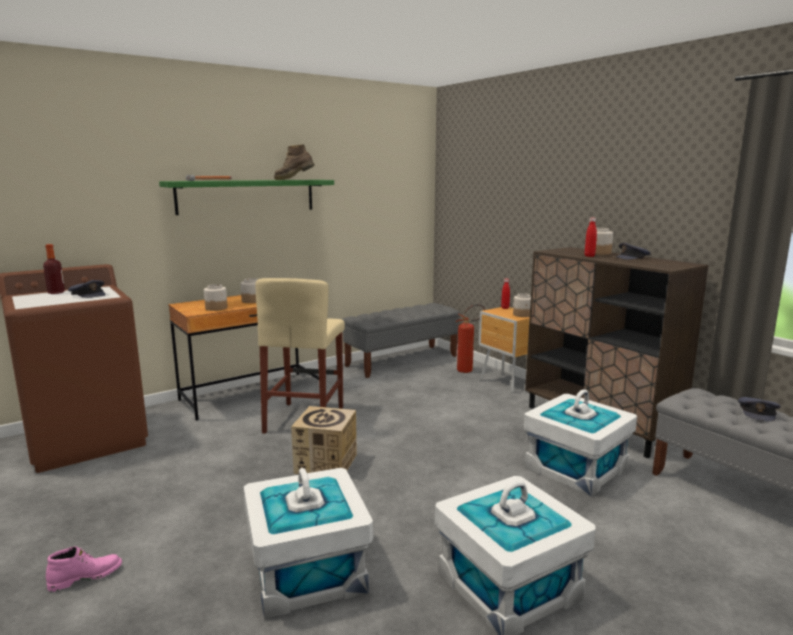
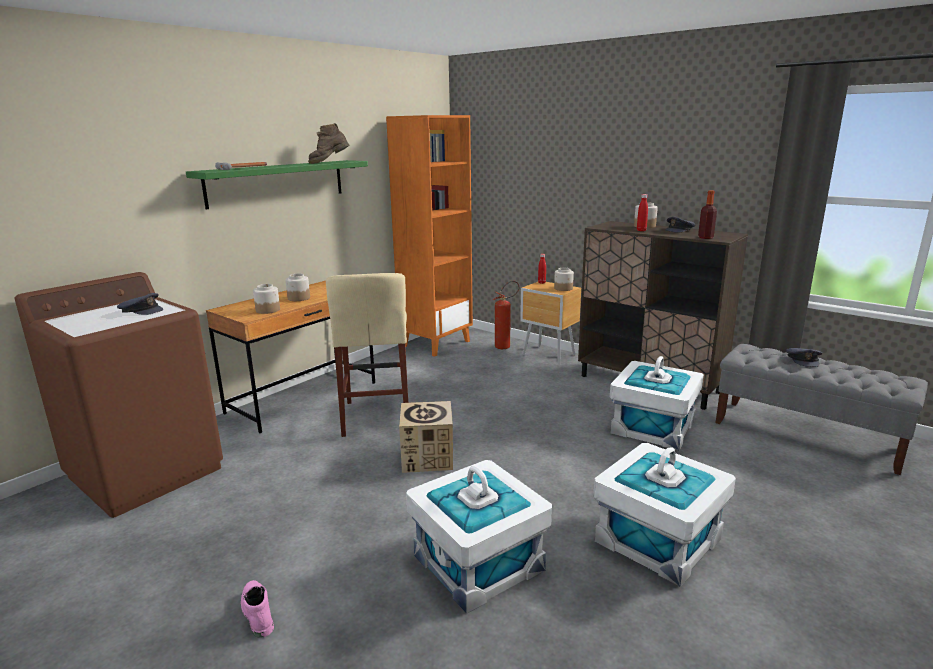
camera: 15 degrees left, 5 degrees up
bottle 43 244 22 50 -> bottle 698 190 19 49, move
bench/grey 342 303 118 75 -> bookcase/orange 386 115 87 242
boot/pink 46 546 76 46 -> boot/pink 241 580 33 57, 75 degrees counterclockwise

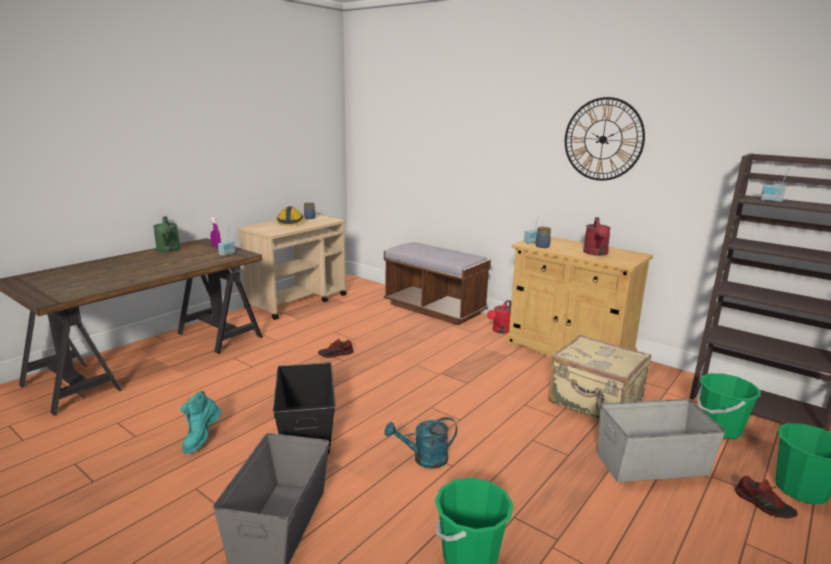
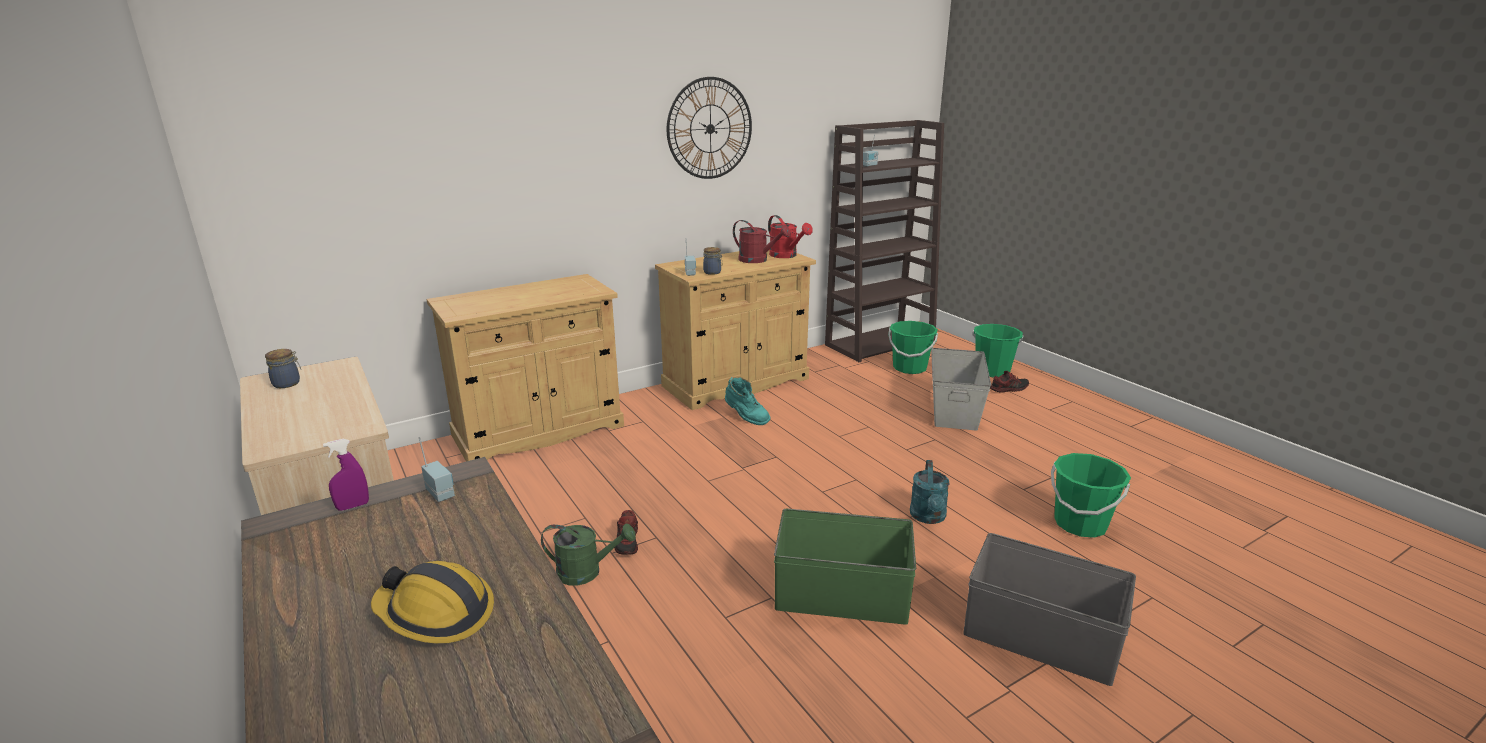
camera: 70 degrees left, 5 degrees up
hard hat 276 206 29 20 -> hard hat 371 561 123 83, move
watering can/green 153 217 28 36 -> watering can/green 541 524 95 62, move
bench/brown 384 242 107 83 -> cabinet/beige 426 274 198 188
watering can/red 487 300 24 34 -> watering can/red 768 215 45 43, move
suitcase/beige 549 334 102 85 -> none
storage box/black 273 362 63 92 -> storage box/green 774 509 142 116
boot/turquoise 180 391 42 63 -> boot/turquoise 725 377 46 48, move

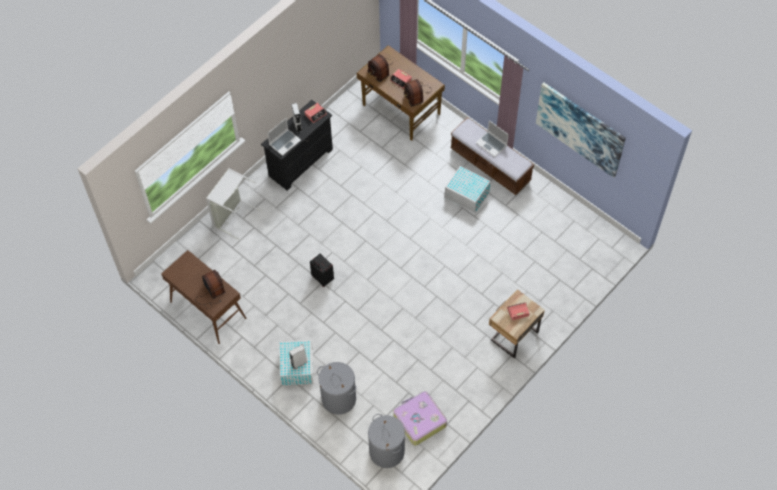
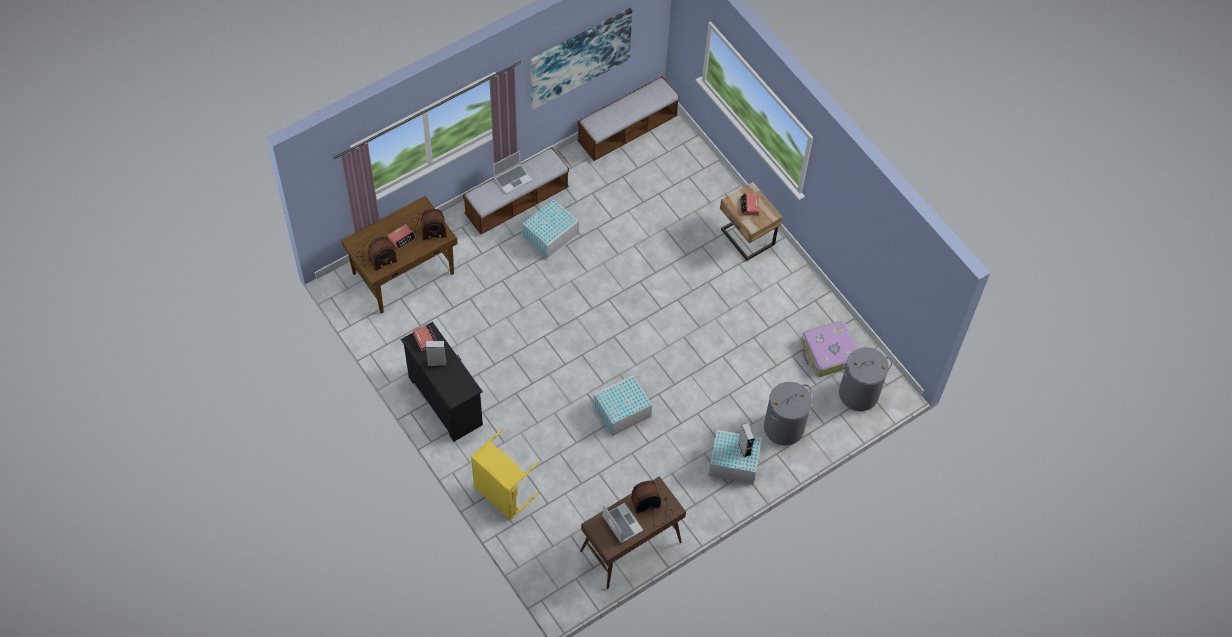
camera: 80 degrees left, 0 degrees up
laptop 267 118 34 38 -> laptop 602 503 41 40, move
laundry basket/grey 206 168 56 72 -> laundry basket/yellow 471 429 70 91
suitcase/black 310 254 24 33 -> storage box/white 594 375 58 61
none -> bench 577 76 103 85

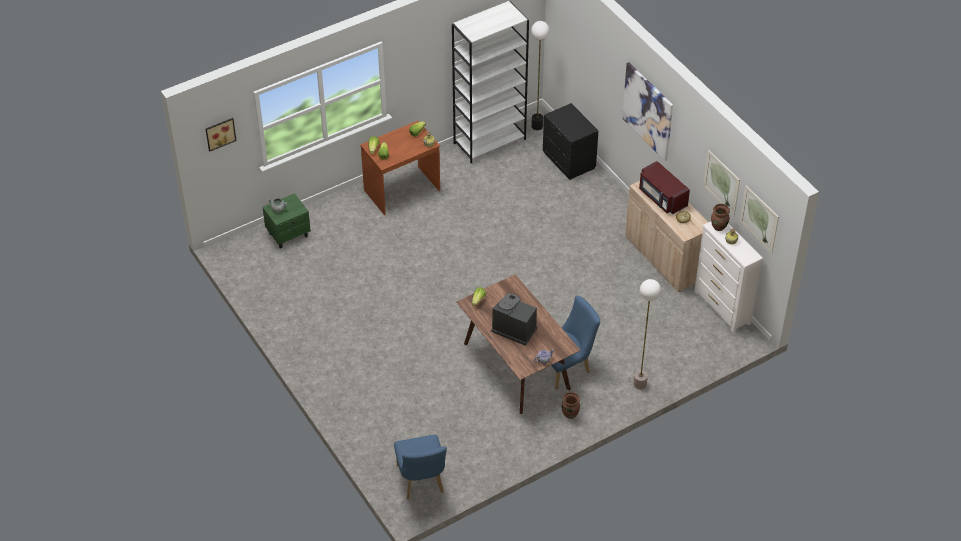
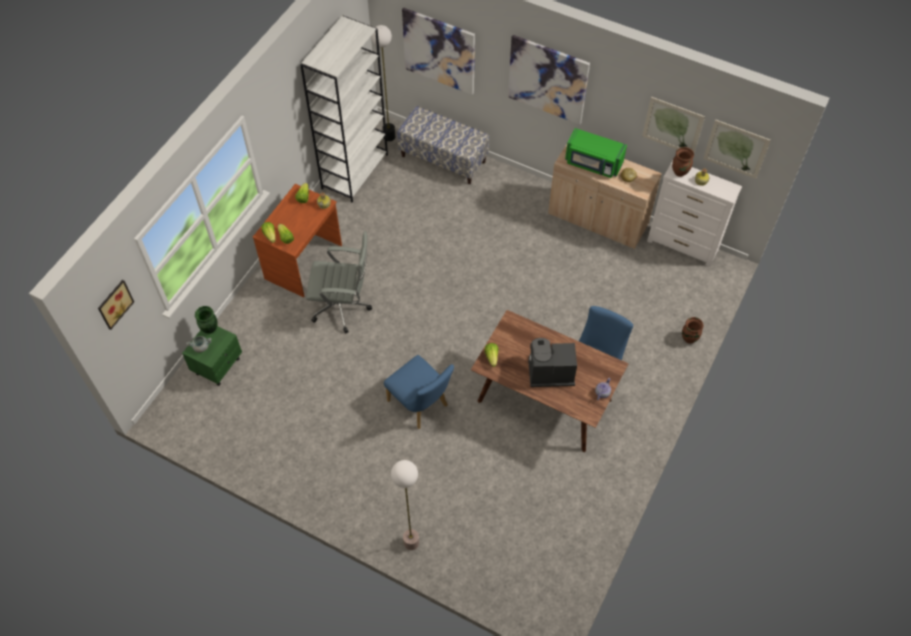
camera: 30 degrees left, 10 degrees up
nightstand/black 543 103 55 77 -> bench 397 106 92 78
microwave/red 639 161 51 53 -> microwave/green 565 128 62 50
floor lamp 633 279 28 111 -> floor lamp 391 460 28 90, move
vase/brown 562 392 18 27 -> vase/brown 682 317 22 26, move
chair/blue 394 434 53 65 -> chair/blue 384 355 70 74, move
none -> picture 402 8 73 87
none -> office chair/grey 306 231 66 102
none -> vase/green 195 306 23 28

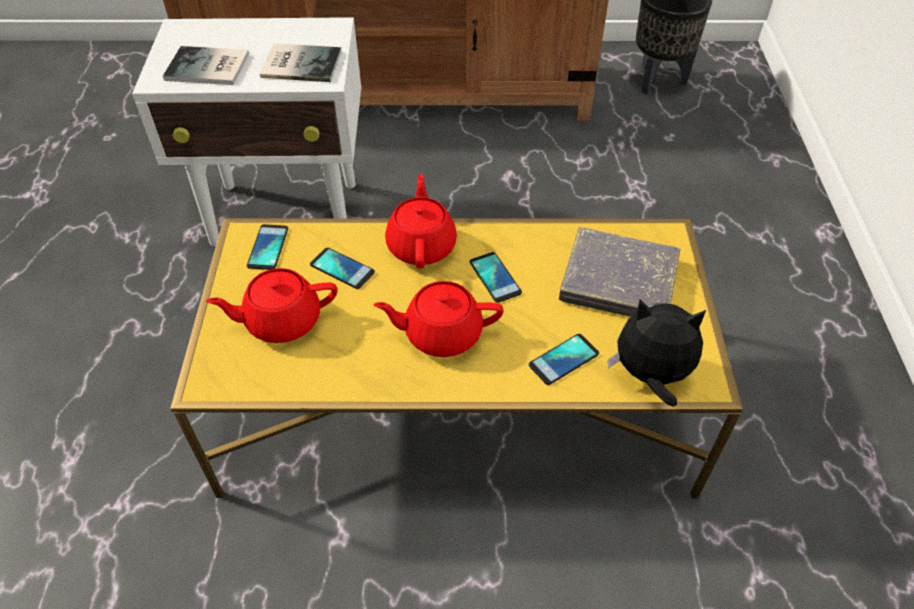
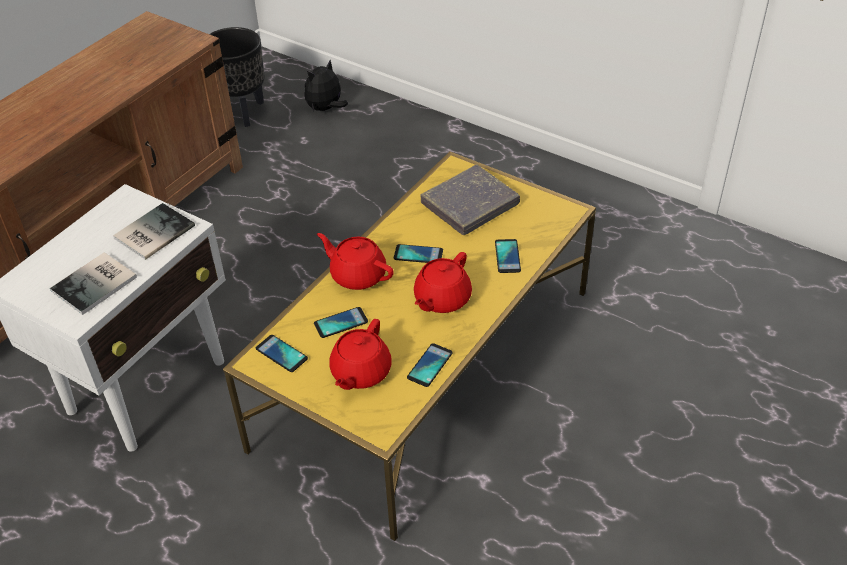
camera: 55 degrees left, 5 degrees down
plush toy 608 299 98 108 -> plush toy 304 60 44 51, move
none -> phone 407 343 46 44

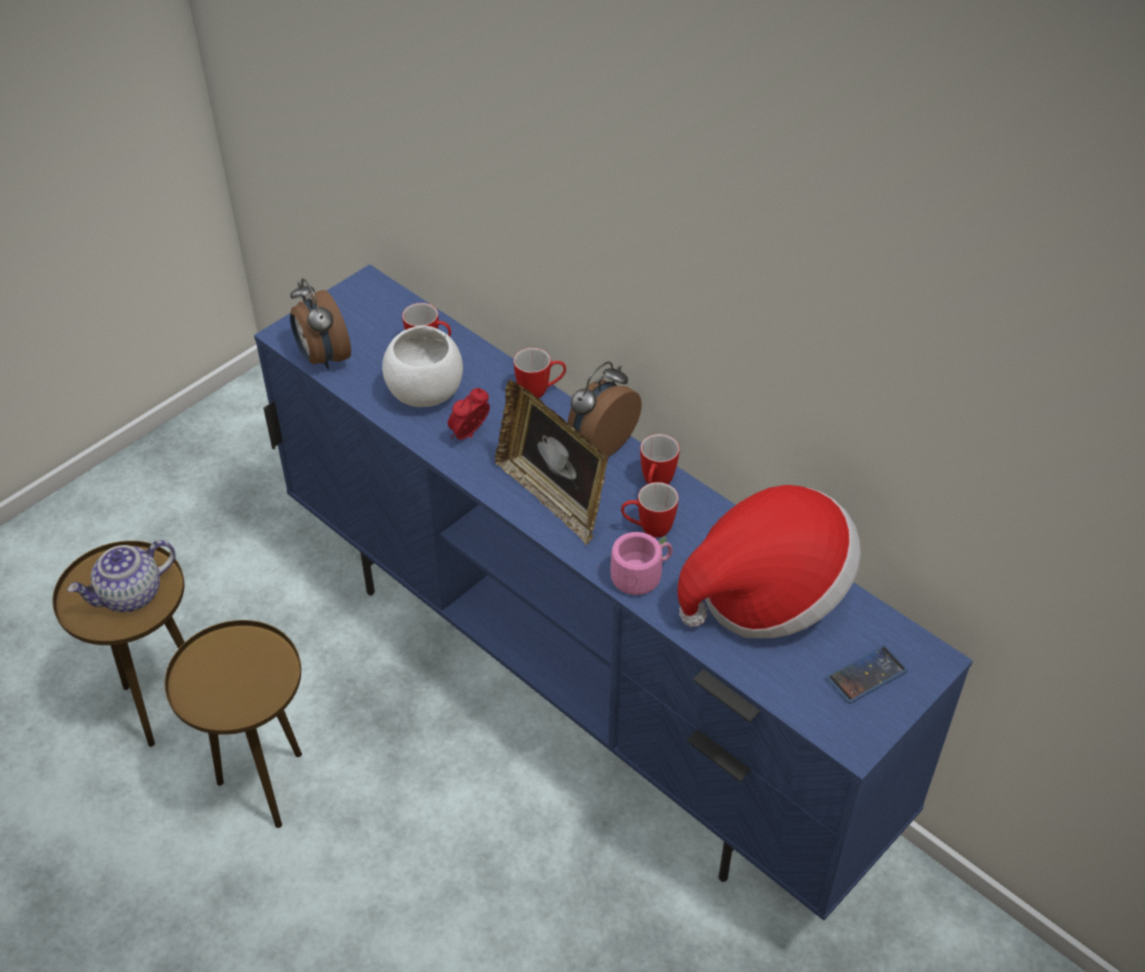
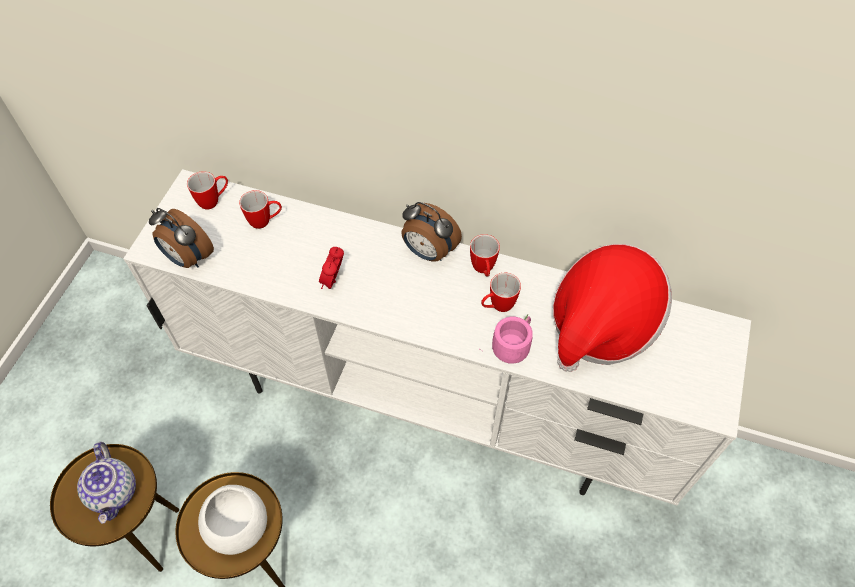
camera: 25 degrees left, 10 degrees up
tv stand/blue 254 264 719 657 -> tv stand/white 123 169 628 336
bowl/white 382 326 81 81 -> bowl/white 198 485 69 70, move
mug 514 348 52 50 -> mug 187 171 41 38, move
alarm clock 568 362 74 95 -> alarm clock 401 202 61 59, 75 degrees counterclockwise
picture frame 495 380 113 165 -> none
teapot 67 540 109 72 -> teapot 77 442 59 82, 45 degrees counterclockwise
phone 826 645 82 59 -> none

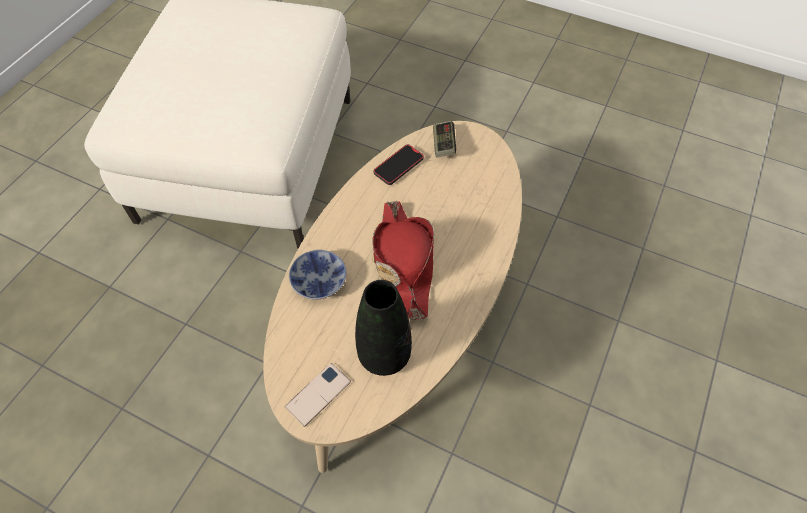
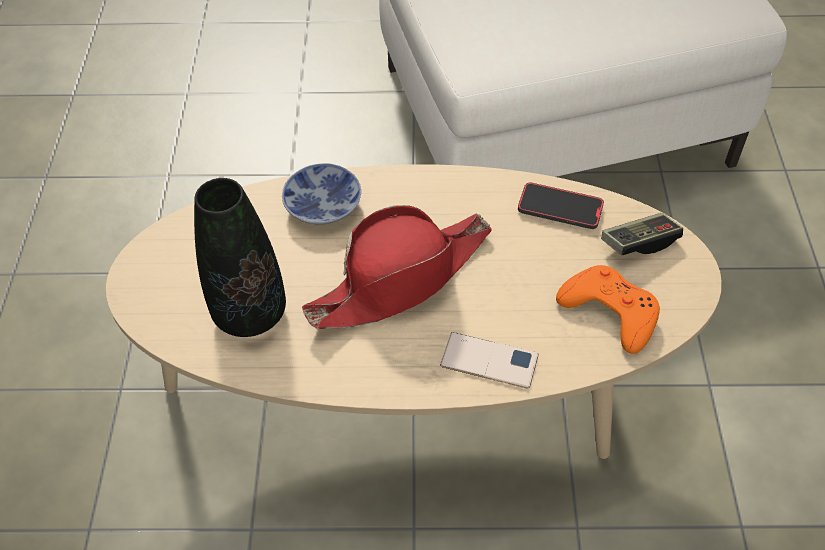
camera: 65 degrees right, 5 degrees down
phone 285 363 66 64 -> phone 440 332 99 57, move
none -> game controller/orange 556 265 104 89

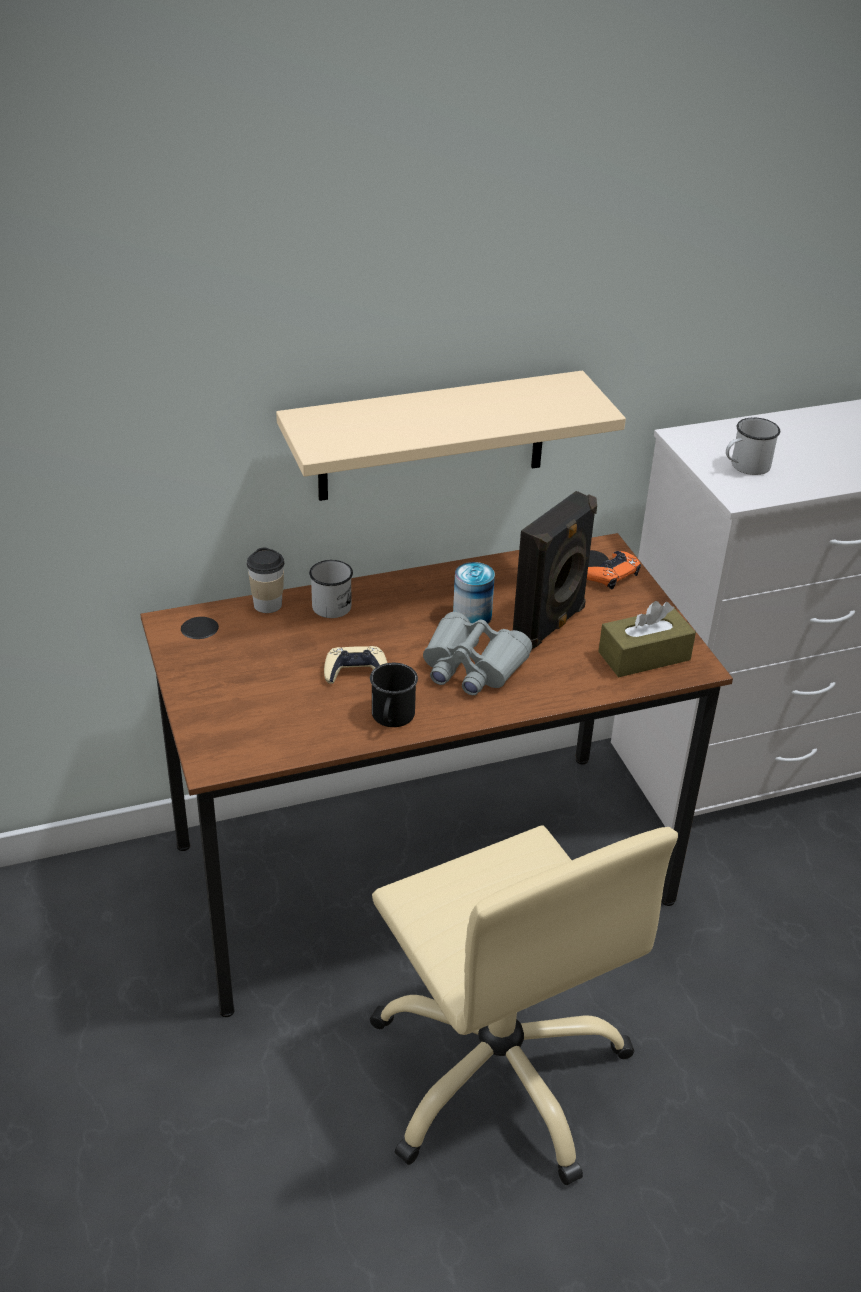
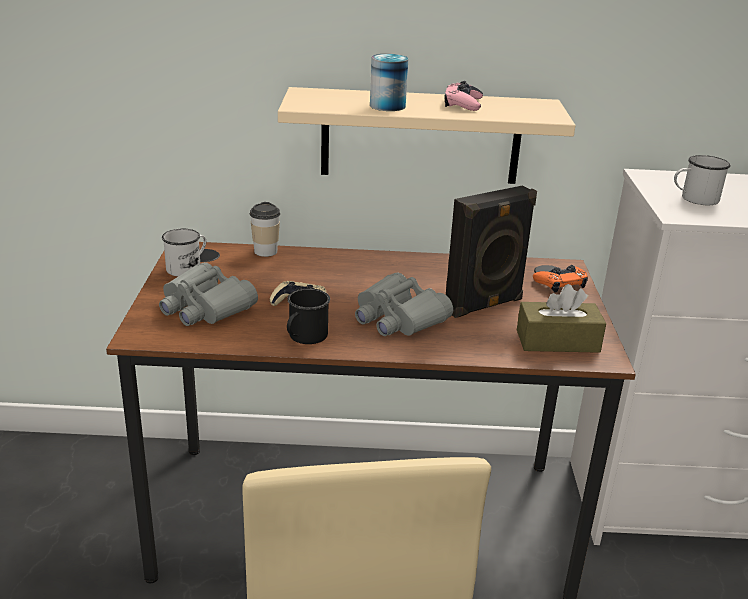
camera: 20 degrees right, 10 degrees down
mug/white 309 560 44 58 -> mug/white 162 229 44 48, move
can 453 562 42 62 -> can 370 54 39 57, move
none -> game controller/pink 444 81 39 30
none -> binoculars/grey 159 262 99 64

